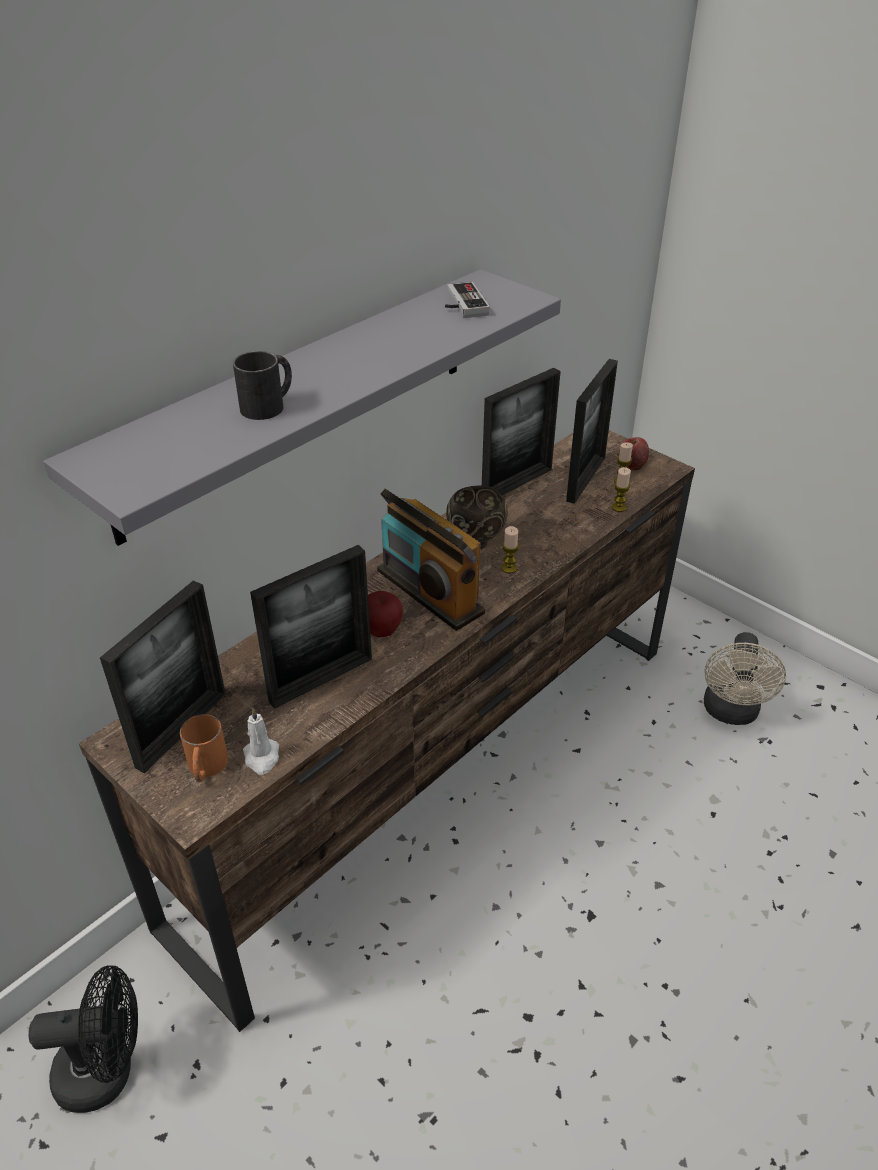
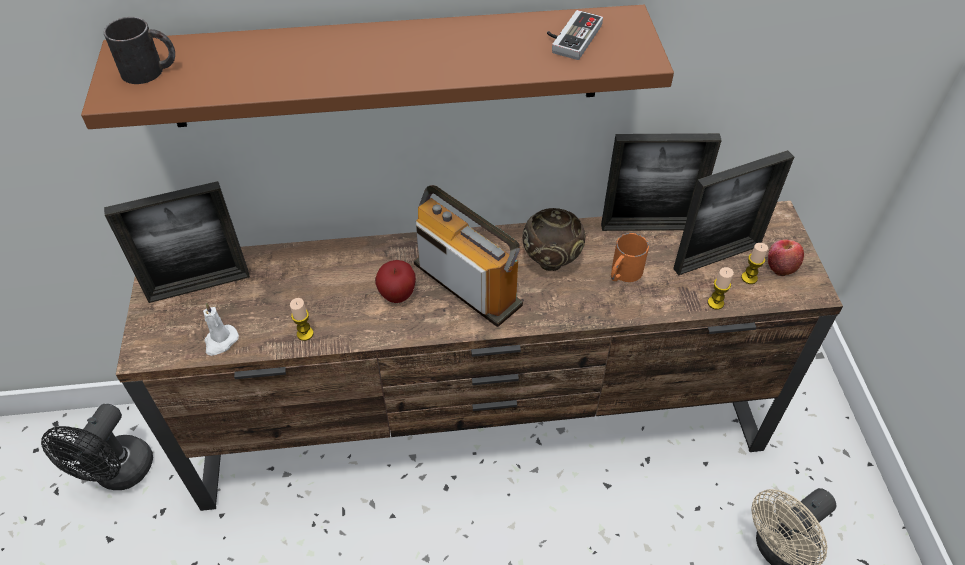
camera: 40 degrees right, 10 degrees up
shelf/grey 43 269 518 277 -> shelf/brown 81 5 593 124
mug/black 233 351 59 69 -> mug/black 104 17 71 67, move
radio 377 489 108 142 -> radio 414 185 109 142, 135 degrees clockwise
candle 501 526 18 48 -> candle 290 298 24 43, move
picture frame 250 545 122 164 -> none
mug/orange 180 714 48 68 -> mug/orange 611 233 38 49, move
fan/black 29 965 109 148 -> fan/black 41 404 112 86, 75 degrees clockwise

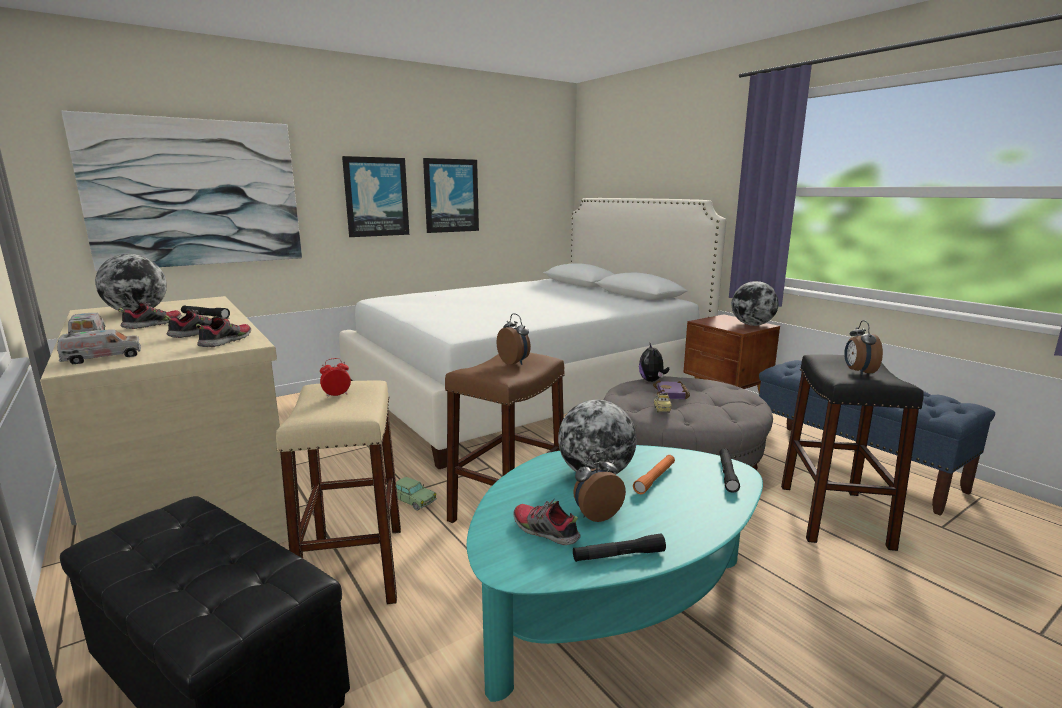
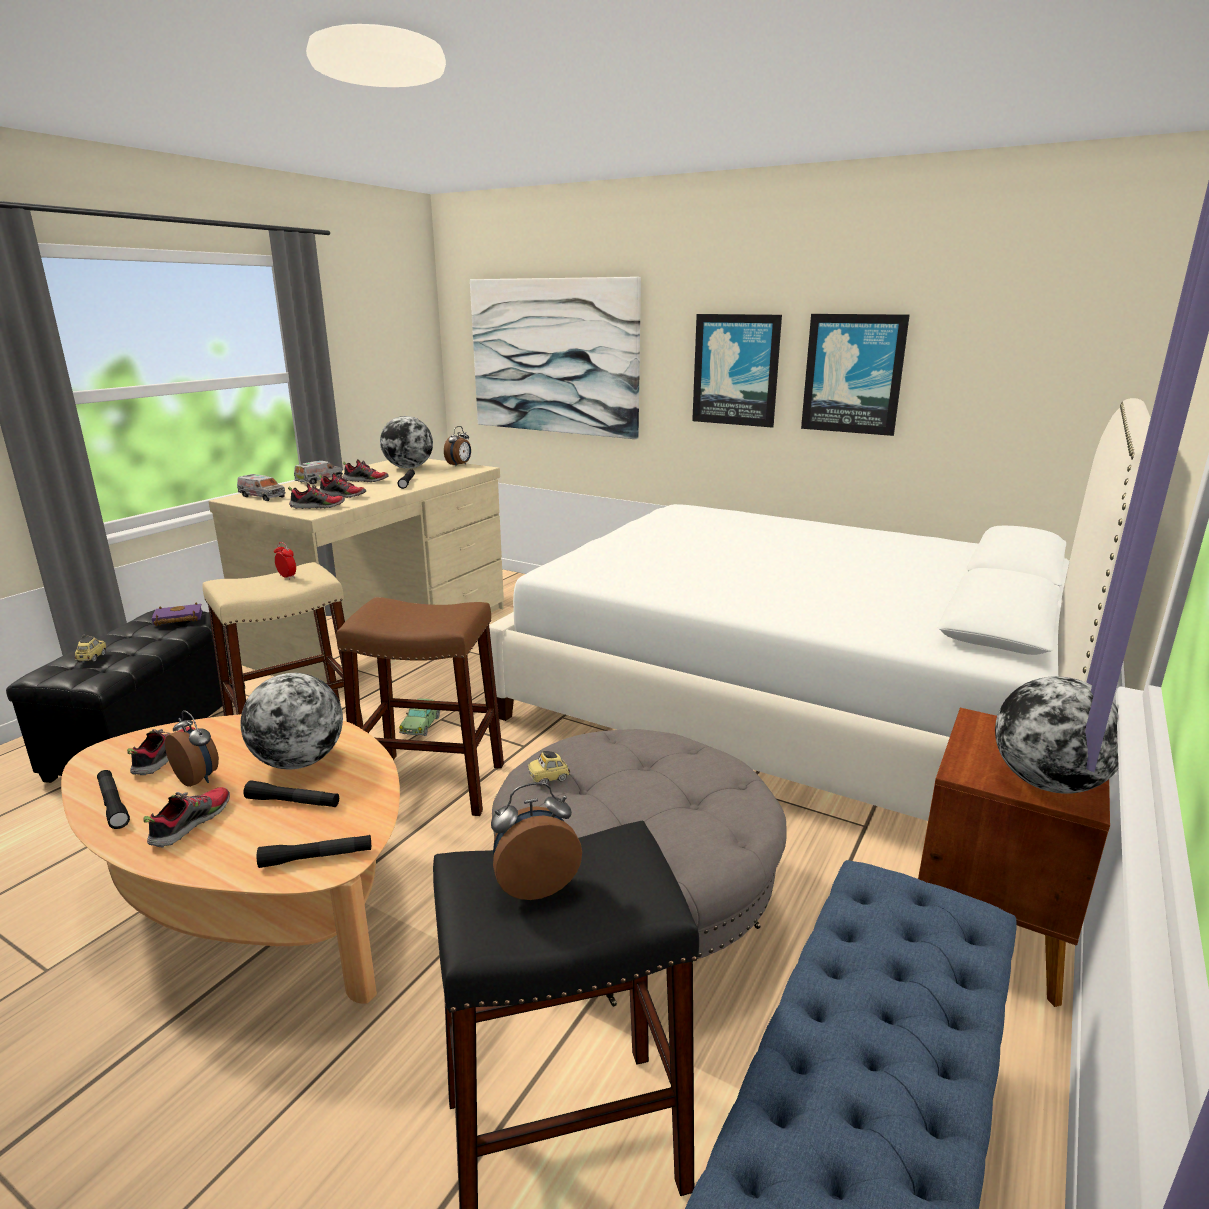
camera: 65 degrees right, 5 degrees up
alarm clock 496 314 35 51 -> alarm clock 444 426 27 41, move
plush toy 639 344 31 38 -> none
book/purple 653 381 37 18 -> book/purple 152 602 51 24, move
coffee table/turquoise 467 445 296 257 -> coffee table/beige 61 714 339 290
flashlight/orange 633 455 42 39 -> flashlight/black 243 780 96 27
none -> toy car 75 635 31 27
none -> shoe 144 787 86 60

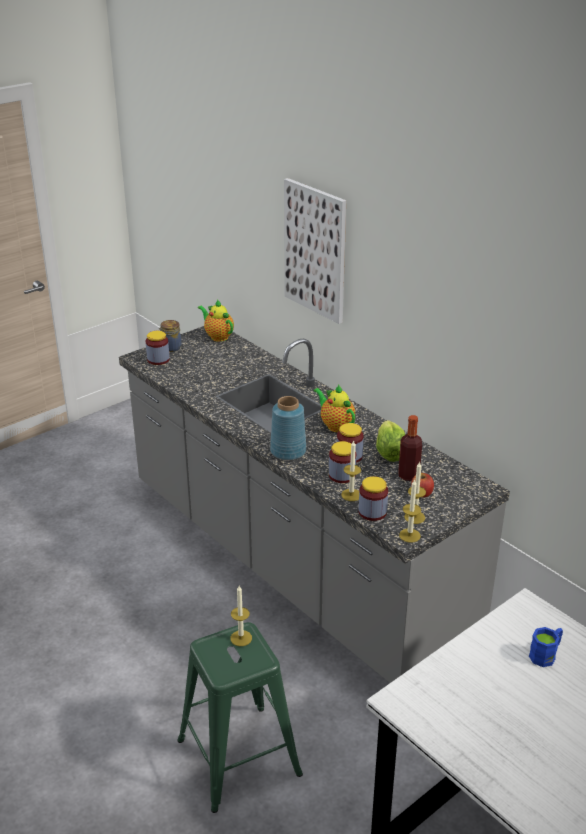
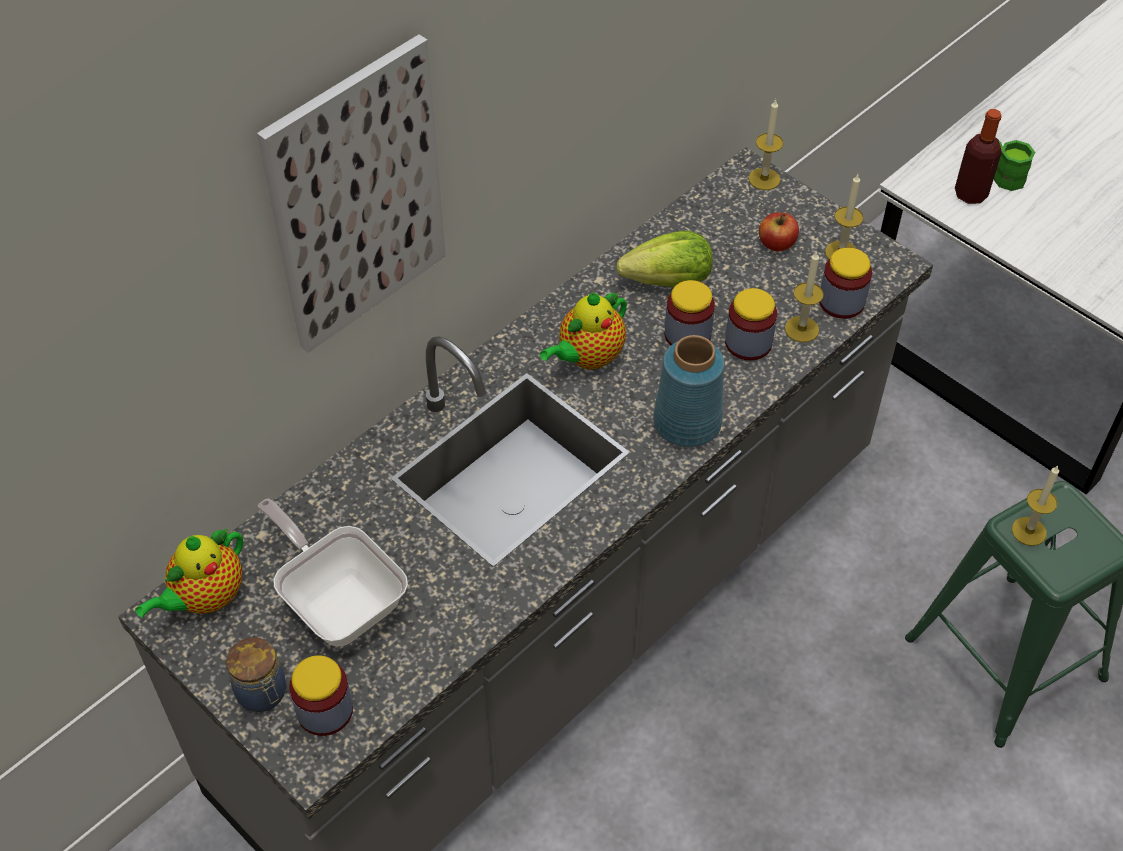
camera: 95 degrees left, 20 degrees up
bottle 398 415 24 66 -> bottle 955 109 47 95, move
candle 399 479 22 64 -> candle 749 99 34 91, move
mug/blue 529 627 34 40 -> mug/green 994 140 41 51
none -> frying pan 258 499 150 147

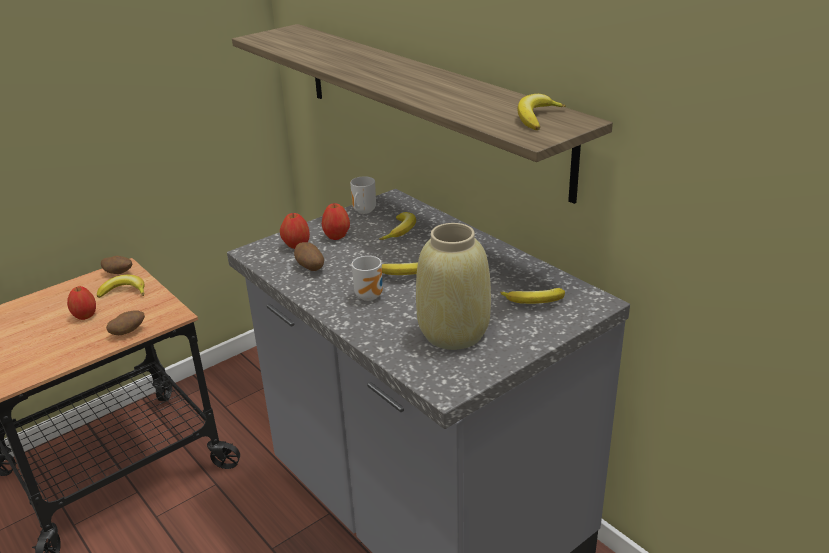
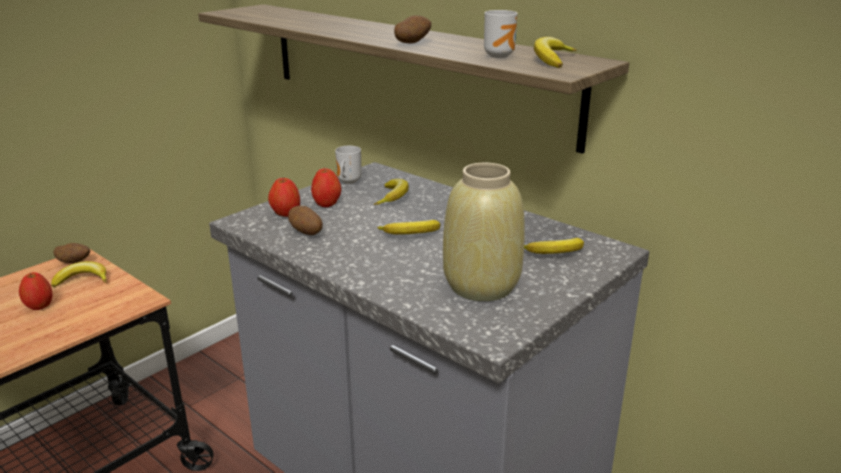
camera: 10 degrees left, 5 degrees down
mug 352 256 31 45 -> mug 484 10 34 48, move
potato 106 310 39 25 -> potato 394 15 37 28, move

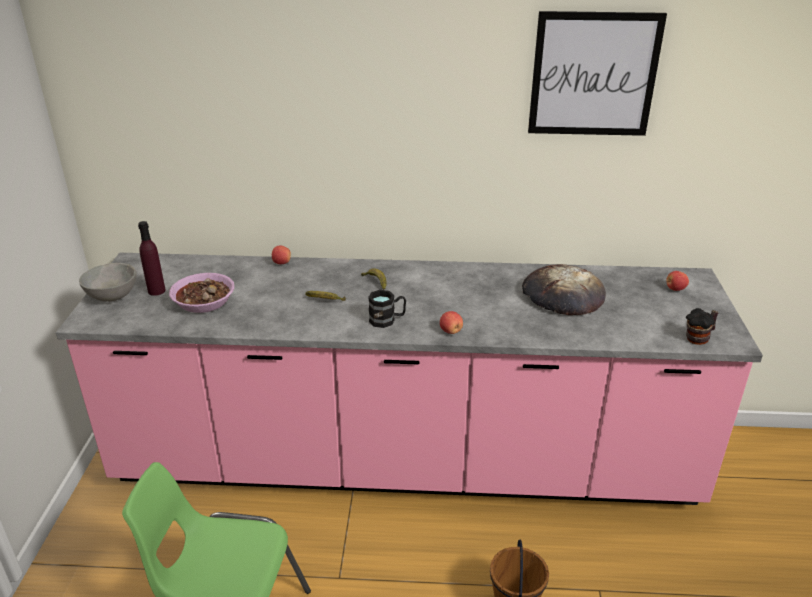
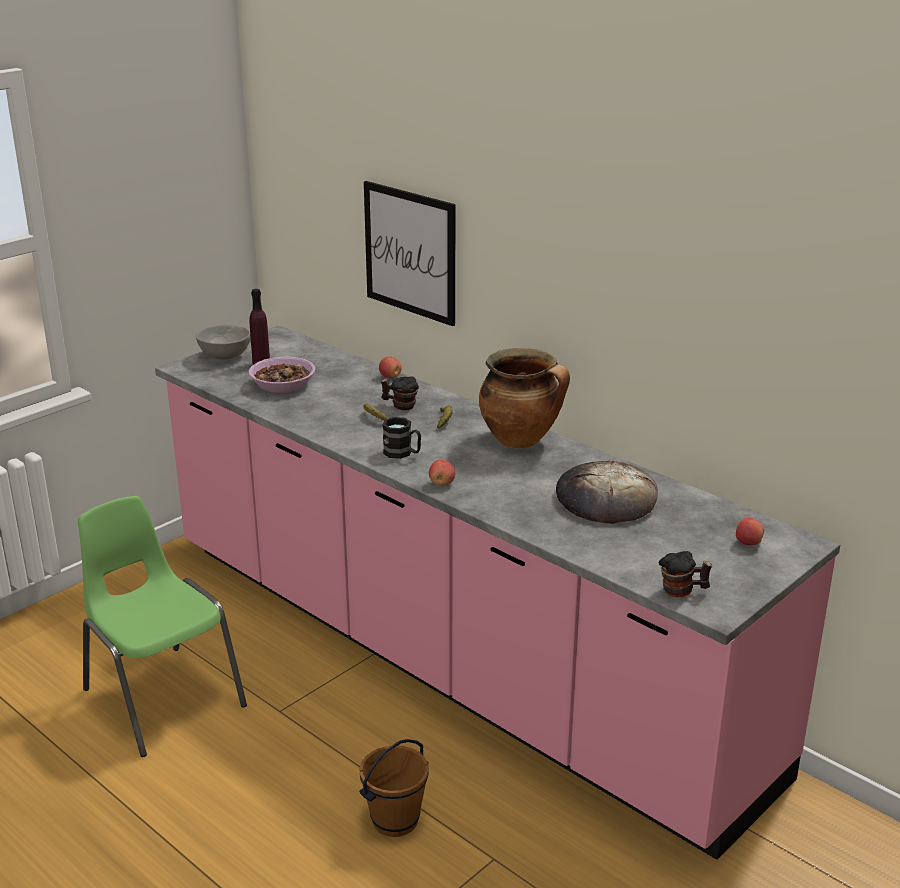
camera: 40 degrees right, 5 degrees down
picture 528 11 139 125 -> picture 364 181 92 145, move
none -> cooking pot 479 348 91 100
none -> mug 381 377 38 33

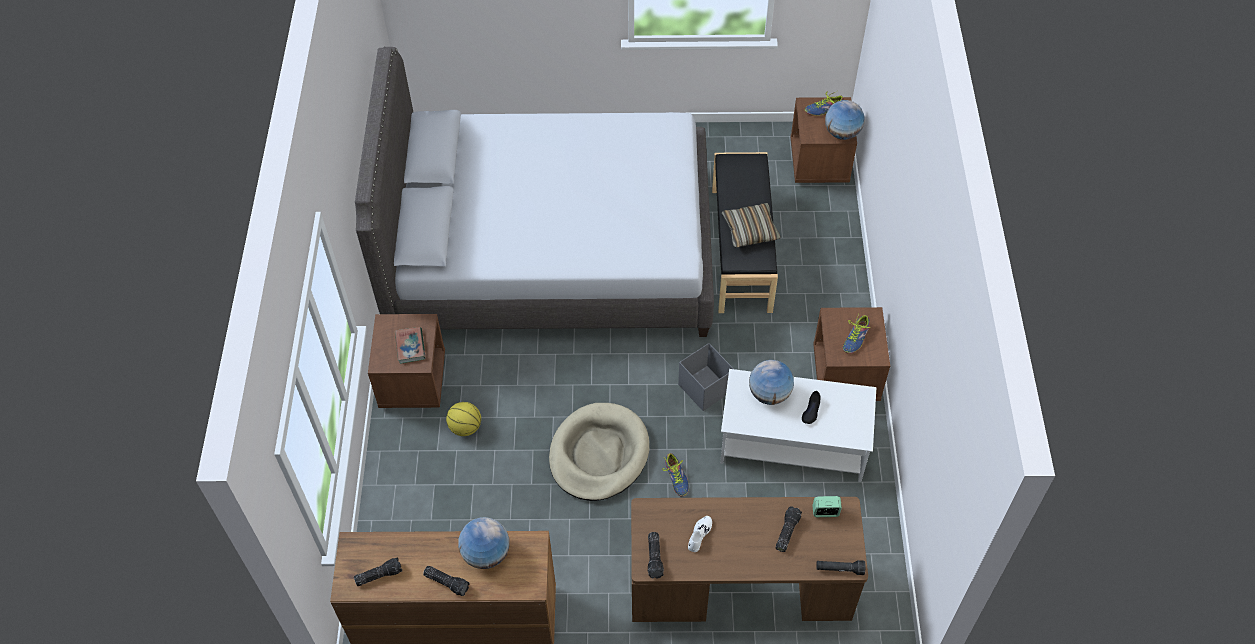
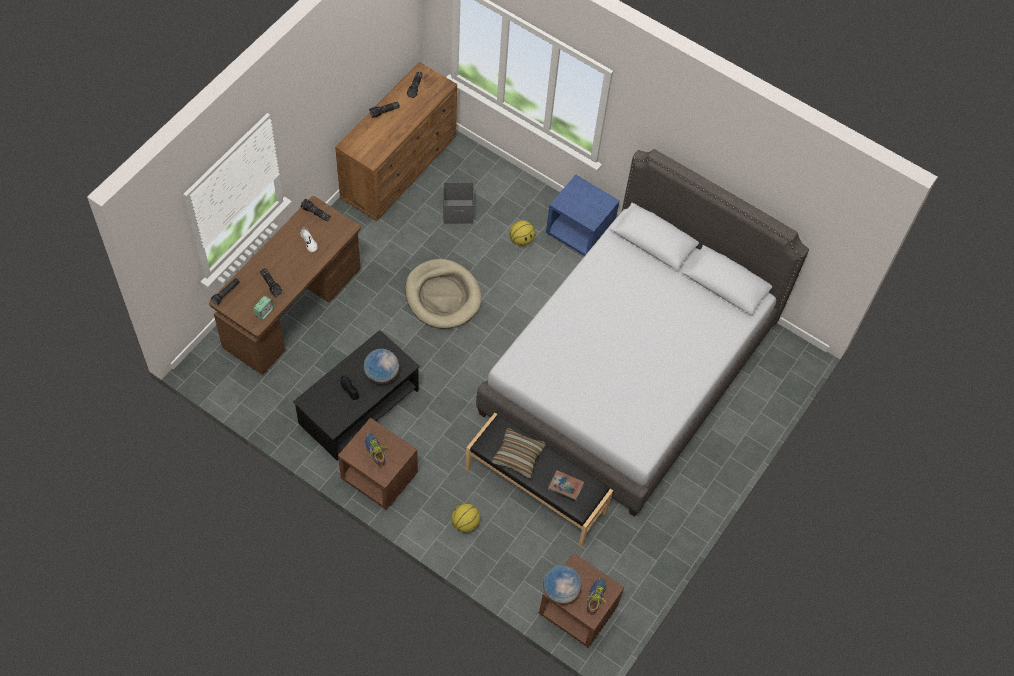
camera: 120 degrees right, 5 degrees up
nightstand/brown 368 314 77 94 -> nightstand/blue 546 175 74 81
book 395 327 31 37 -> book 548 470 36 32, move
storage box/grey 678 343 56 68 -> storage box/grey 443 182 31 41, move
coffee table/white 720 369 156 113 -> coffee table/black 293 330 127 130
shoe 662 453 27 44 -> none
globe 458 517 51 52 -> none
none -> basketball 451 503 29 29

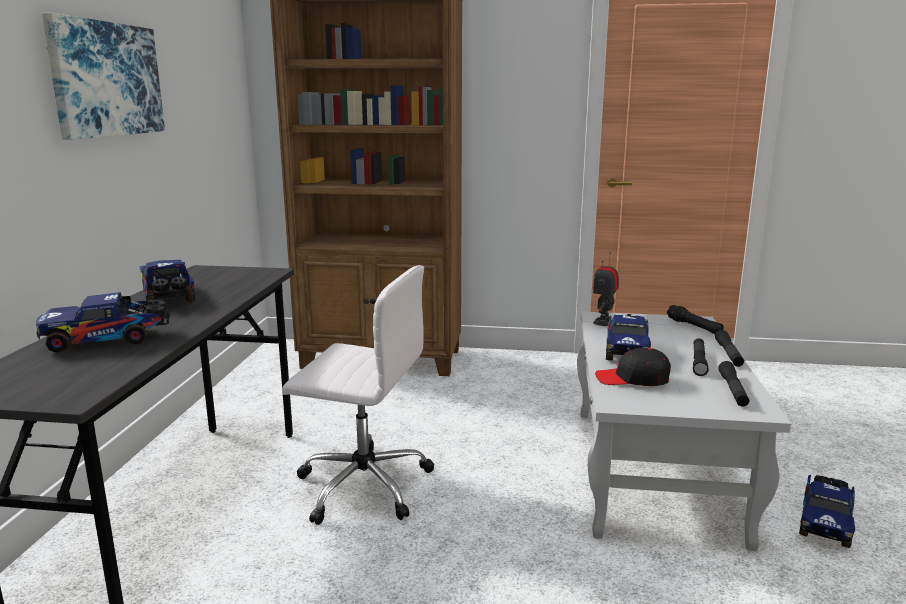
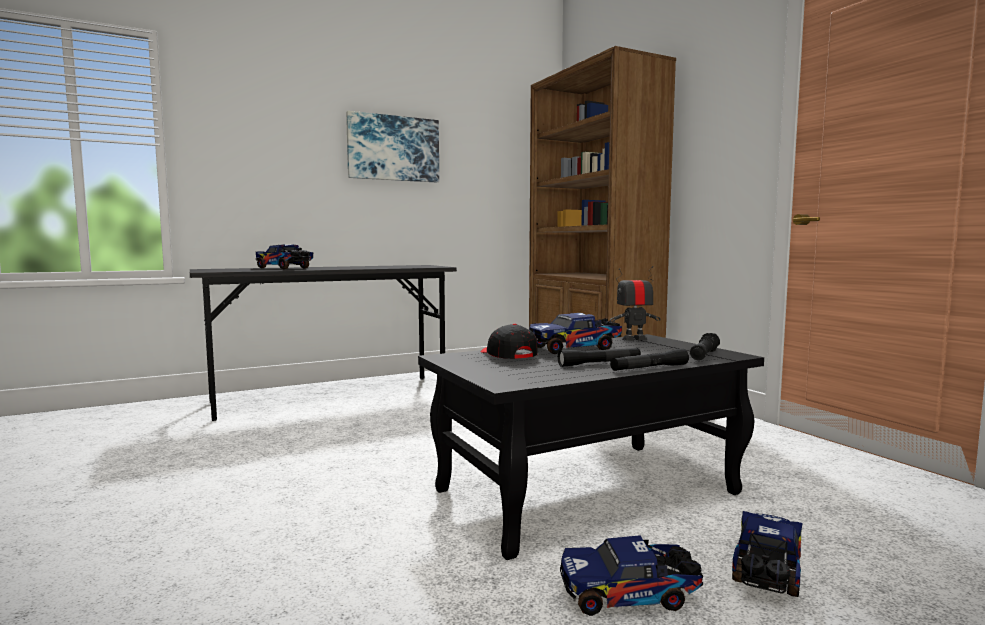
camera: 55 degrees right, 10 degrees down
toy truck 140 260 55 42 -> toy truck 732 511 70 86, move
office chair/white 282 265 152 260 -> none
coffee table/white 577 312 214 239 -> coffee table/black 418 334 346 226
flashlight/black 718 361 31 46 -> none

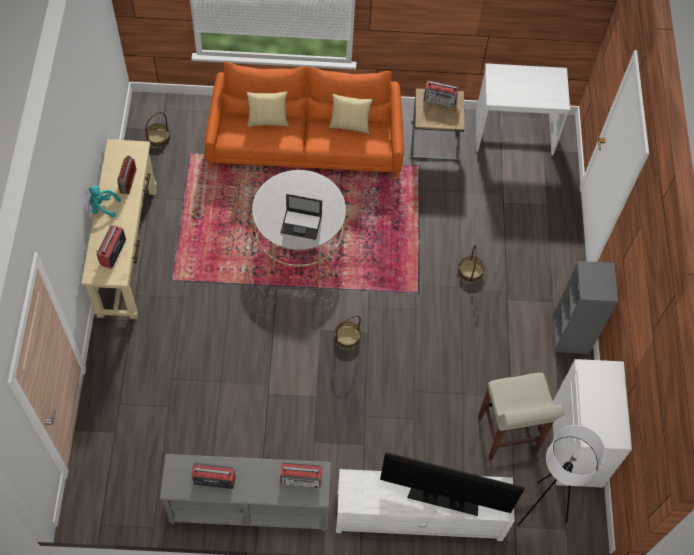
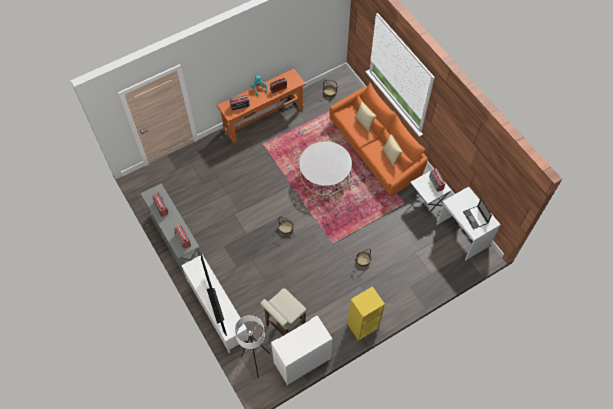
camera: 60 degrees right, 0 degrees up
side table/brown 411 88 54 73 -> side table/white 407 171 44 48
console table/beige 81 139 76 180 -> console table/orange 217 69 89 74
laptop 280 194 42 46 -> laptop 463 198 29 31, move
bookcase/grey 553 261 65 93 -> bookcase/yellow 347 286 38 55

